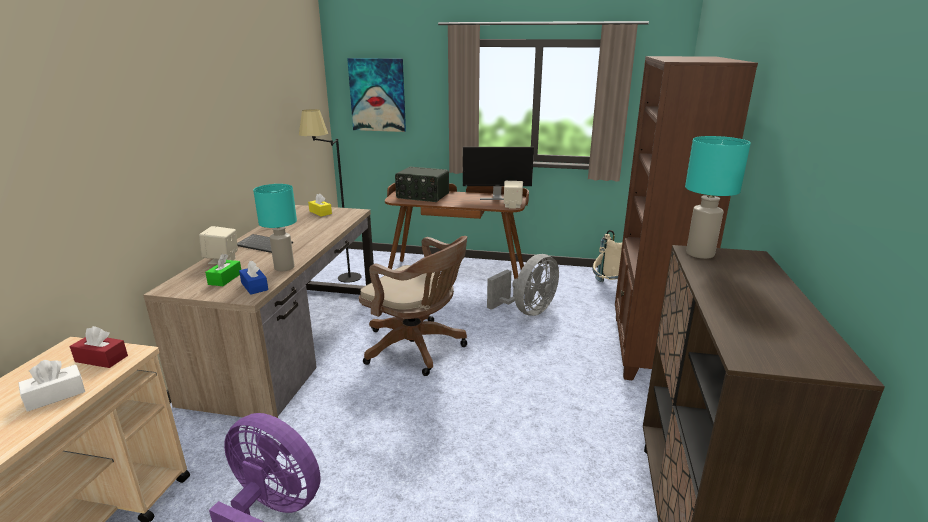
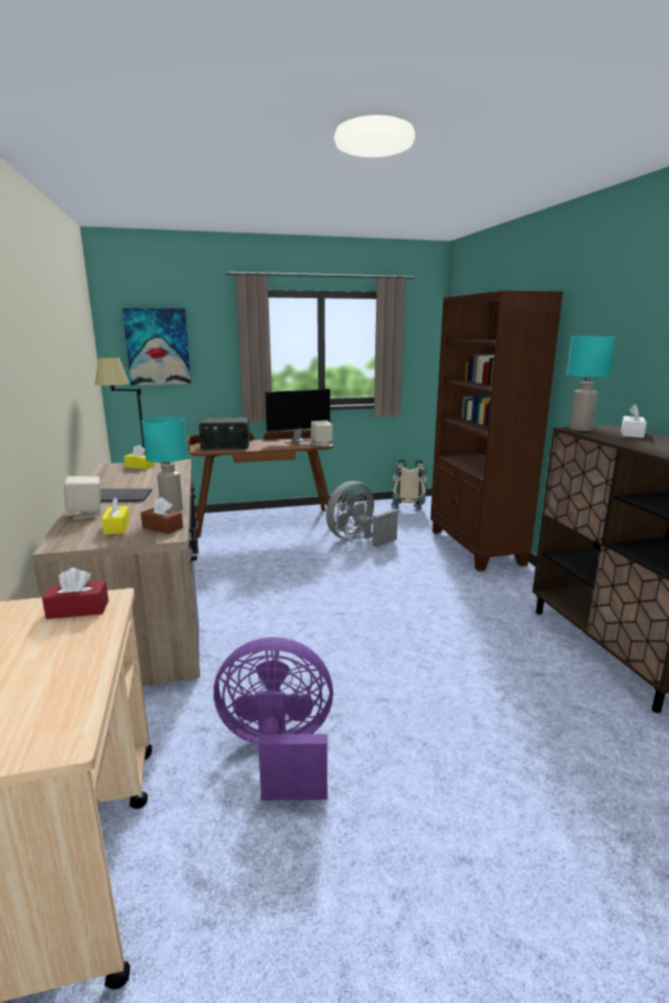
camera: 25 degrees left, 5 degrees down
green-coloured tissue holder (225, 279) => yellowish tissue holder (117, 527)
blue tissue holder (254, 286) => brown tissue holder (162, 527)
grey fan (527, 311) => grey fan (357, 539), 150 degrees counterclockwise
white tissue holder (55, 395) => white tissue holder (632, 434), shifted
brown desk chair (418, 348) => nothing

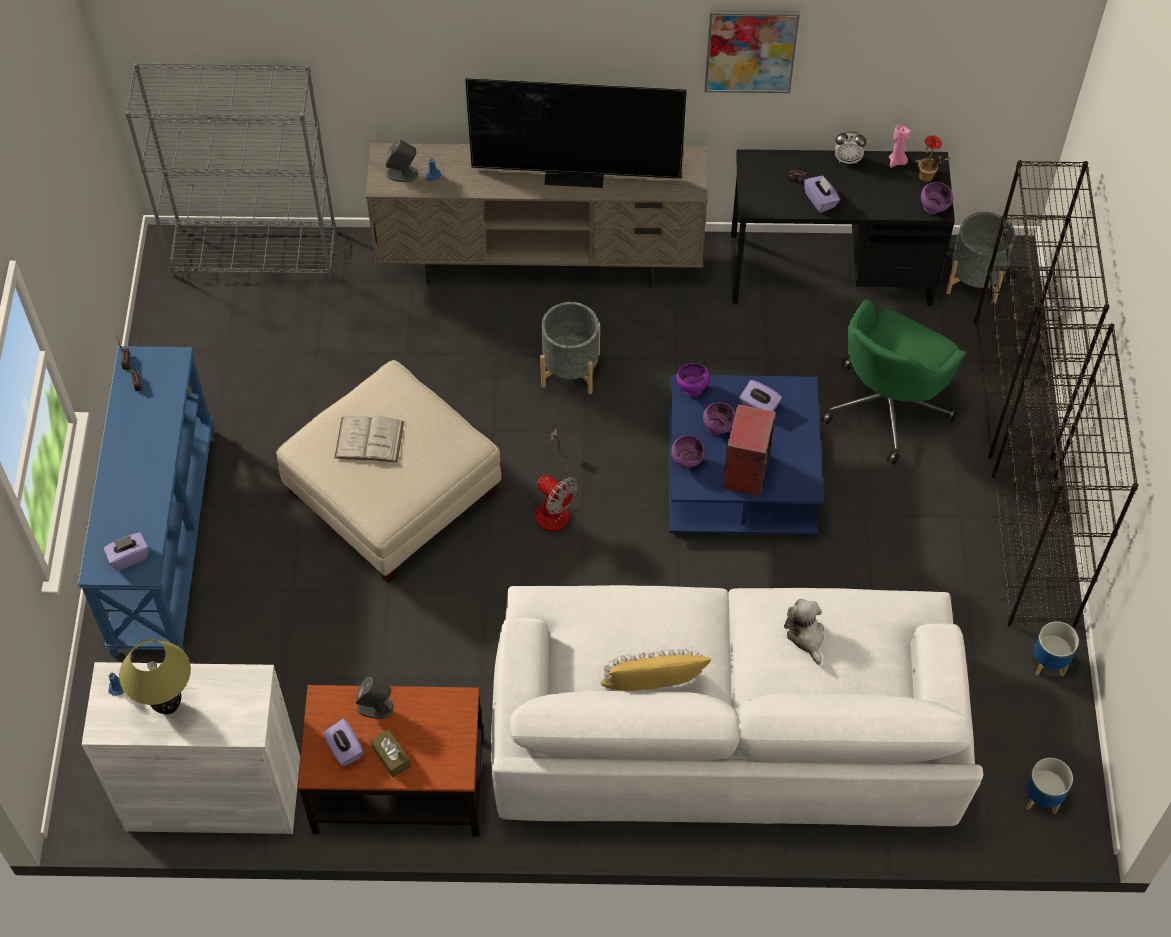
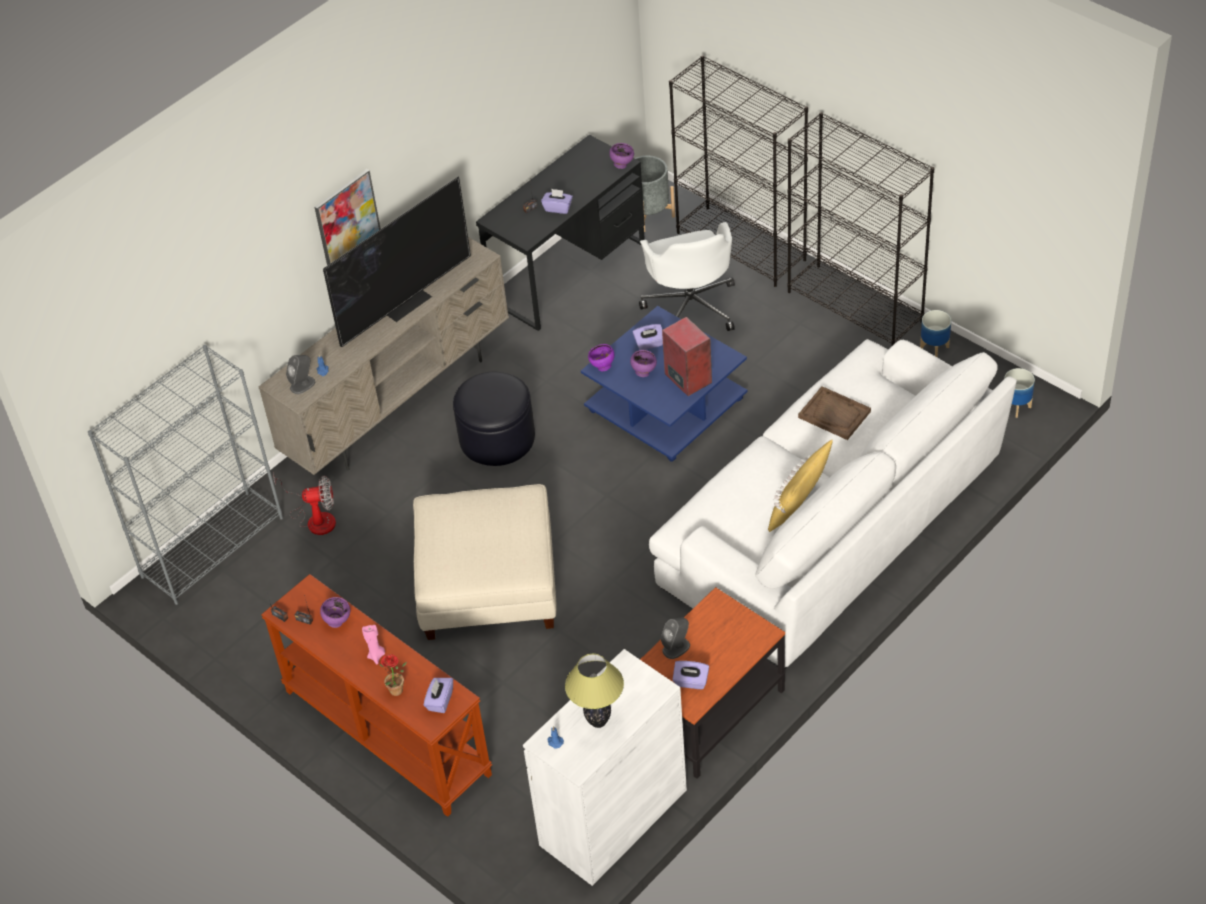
camera: 45 degrees left, 10 degrees down
blue hall table (162, 539) => brown hall table (385, 733)
fan (553, 505) => fan (314, 518), shifted
picture (750, 50) => picture (347, 222), shifted
purple-coloured deep dish (687, 461) => purple-coloured deep dish (337, 621), shifted
pink-coloured wax light (897, 161) => pink-coloured wax light (376, 656), shifted
houseplant (925, 179) => houseplant (398, 692), shifted
grey flower pot (570, 370) => blackish footrest (497, 438)
green-coloured desk chair (888, 406) => white desk chair (691, 307)
plush toy (806, 636) => brown carrying tray (834, 414)
white volume (369, 439) => nothing
brown tissue holder (391, 756) => nothing
alarm clock (847, 159) => nothing

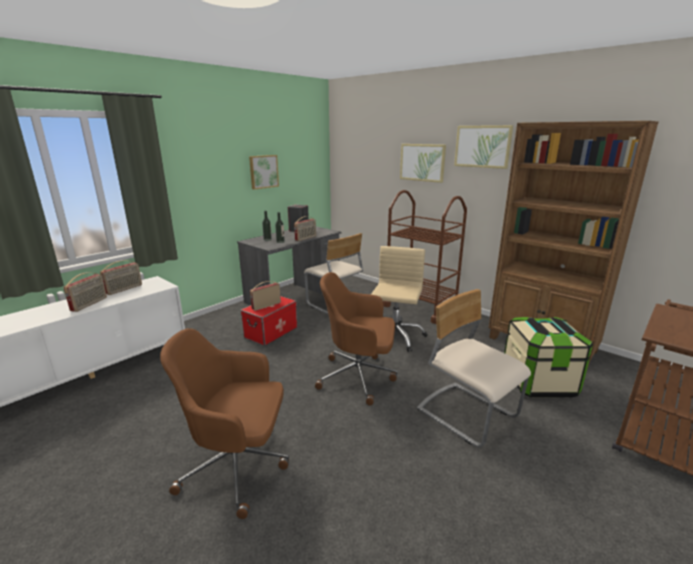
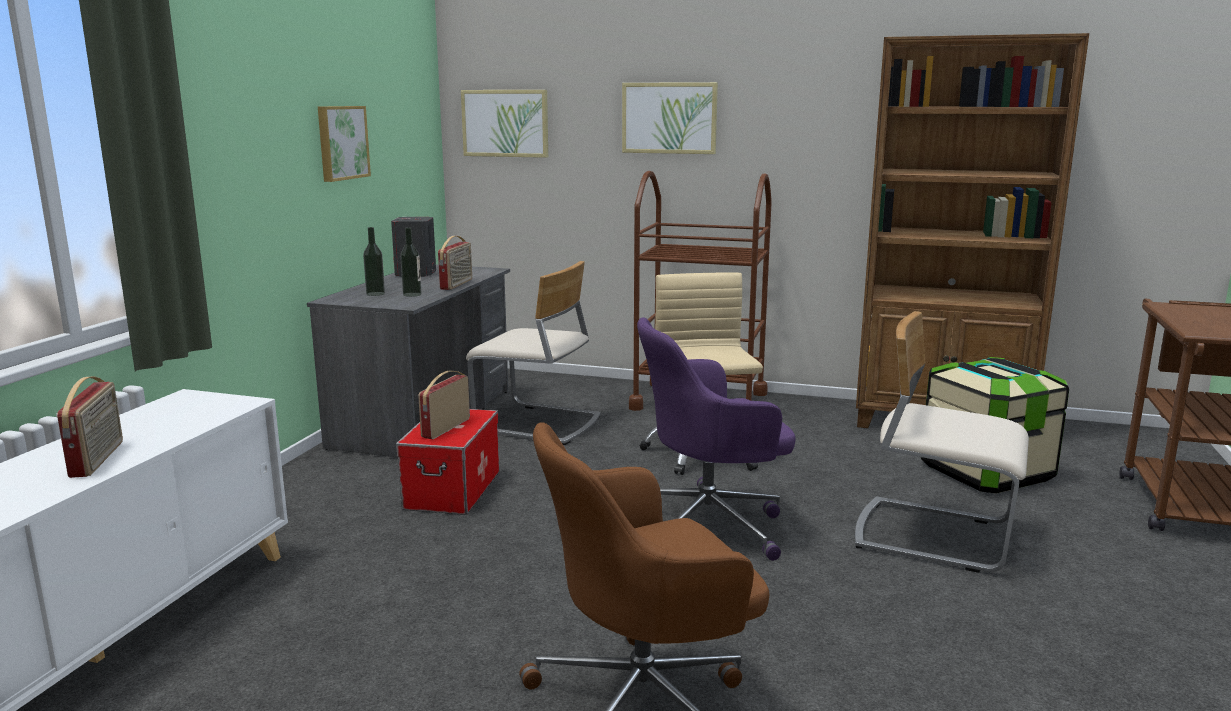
camera: 25 degrees left, 5 degrees down
picture (482, 146) => picture (505, 123), shifted
brown desk chair (359, 377) => purple-coloured desk chair (709, 524)
radio receiver (124, 289) => nothing

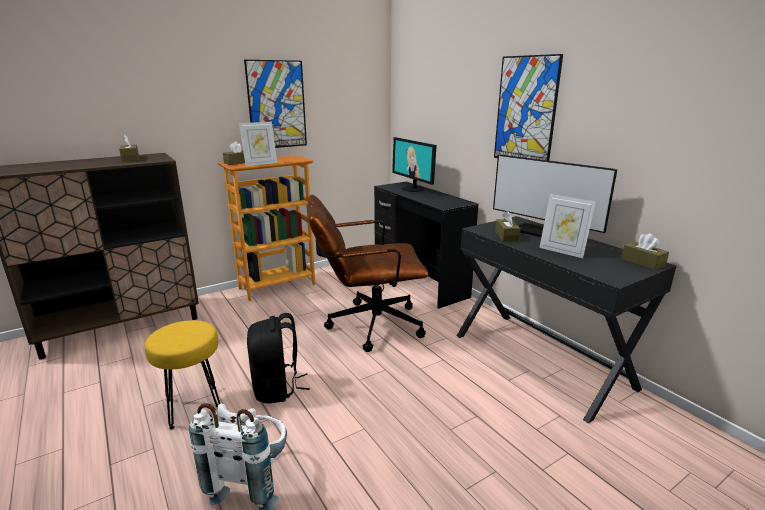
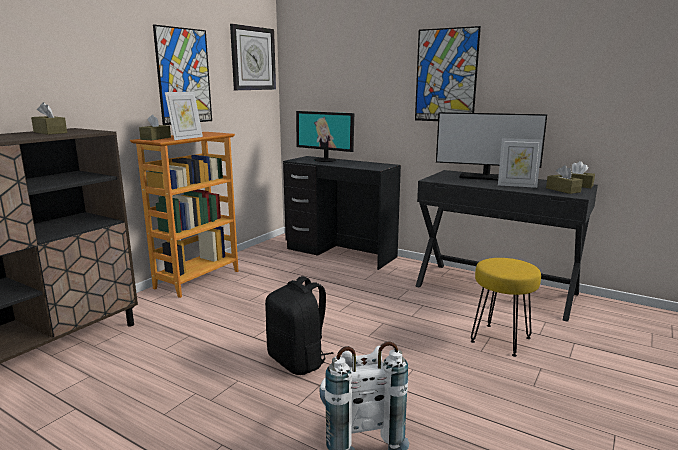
camera: 25 degrees left, 5 degrees down
nothing => clock on the wall (253, 58)
yellowish stool (193, 406) => yellowish stool (500, 340), shifted
brown tissue holder (506, 236) => brown tissue holder (563, 190), shifted
brown desk chair (366, 325) => nothing

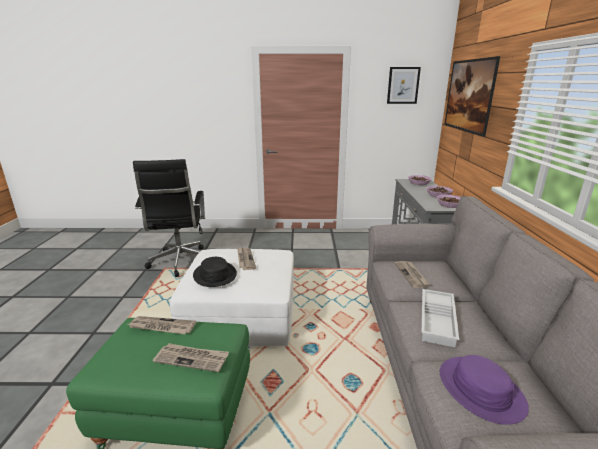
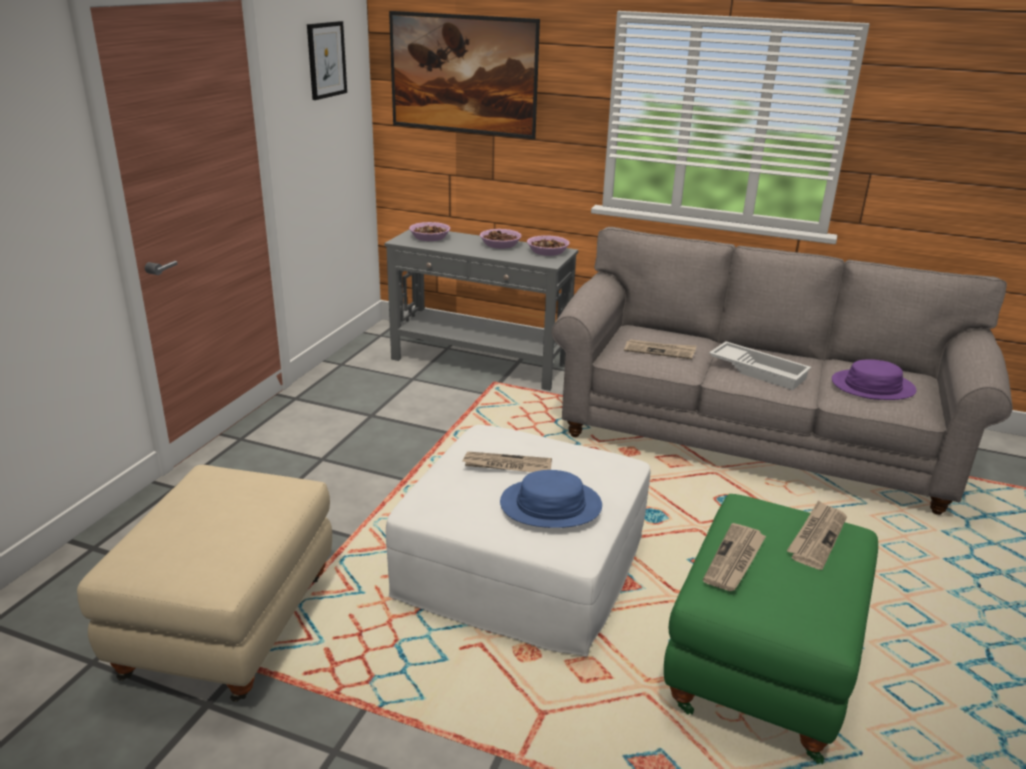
camera: 70 degrees left, 5 degrees up
blackish desk chair (180, 263) => sand-coloured footrest (230, 631)
blackish wearable hat (214, 275) => blue wearable hat (550, 505)

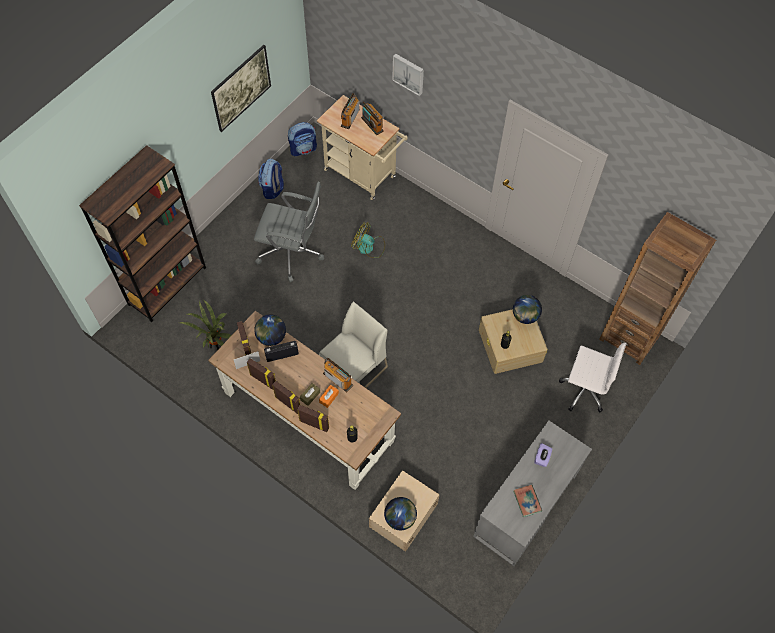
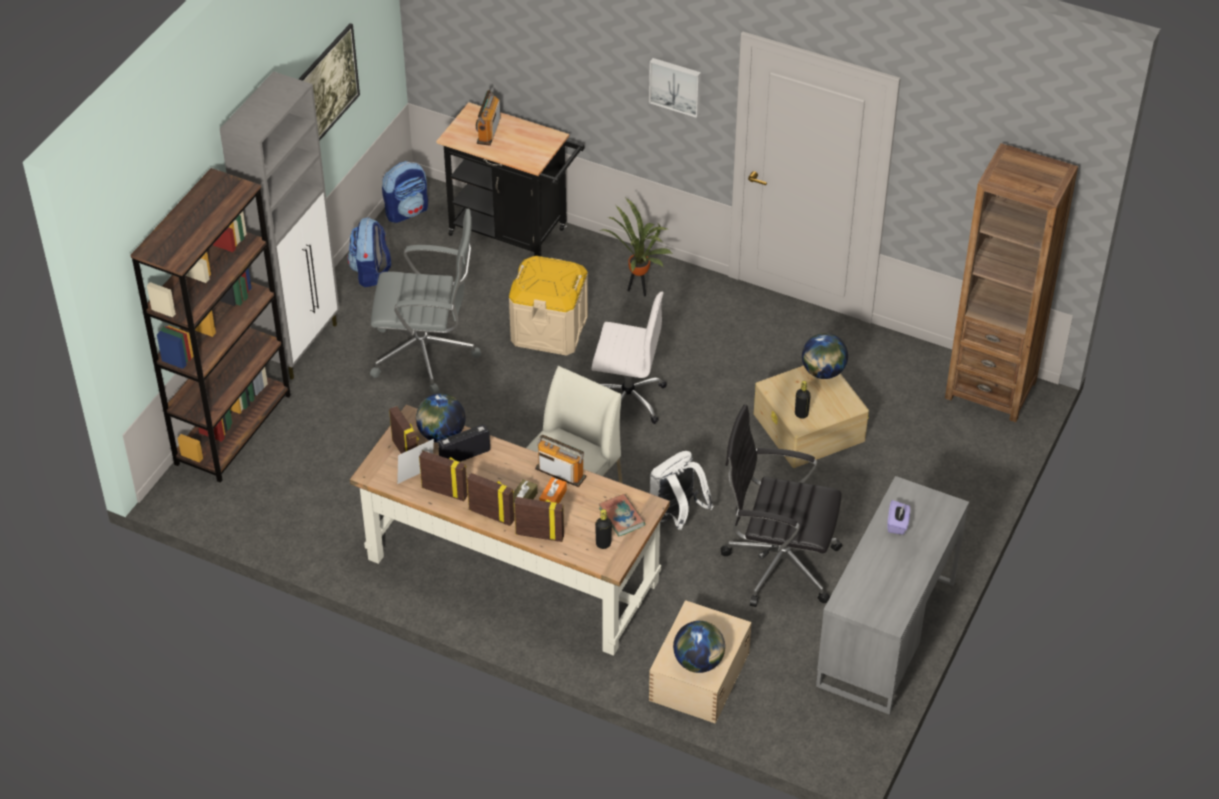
camera: 10 degrees left, 15 degrees down
nothing => grey cupboard (300, 345)
sand-coloured trolley (363, 175) => blackish trolley (514, 233)
fan (369, 247) => sand-coloured storage bin (549, 329)
white desk chair (583, 389) => white desk chair (626, 399), shifted
volume (527, 501) => volume (621, 517), shifted
houseplant (217, 349) => houseplant (639, 291), shifted
picture (409, 73) => picture (676, 86), shifted
nothing => white knapsack (676, 516)
nothing => blackish desk chair (778, 563)
radio receiver (372, 124) => nothing

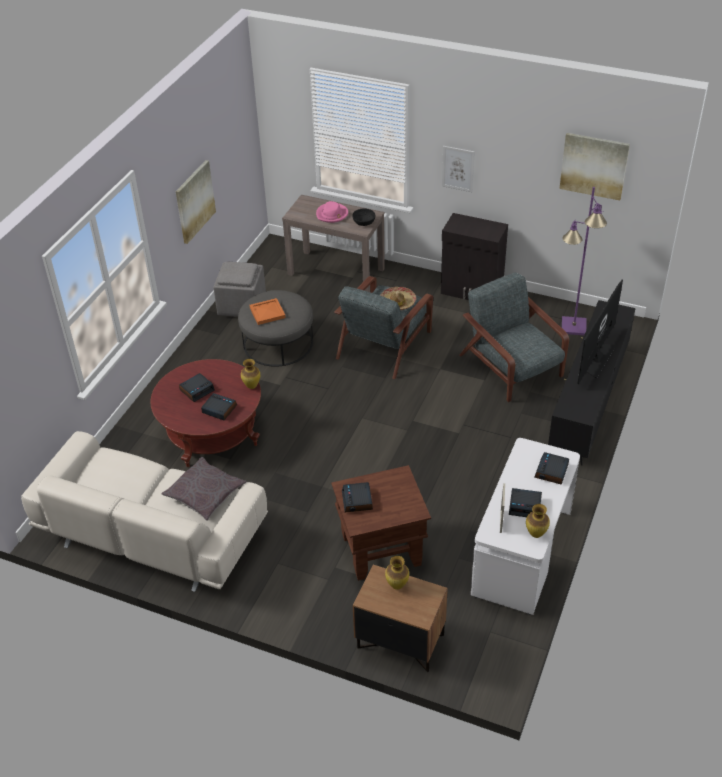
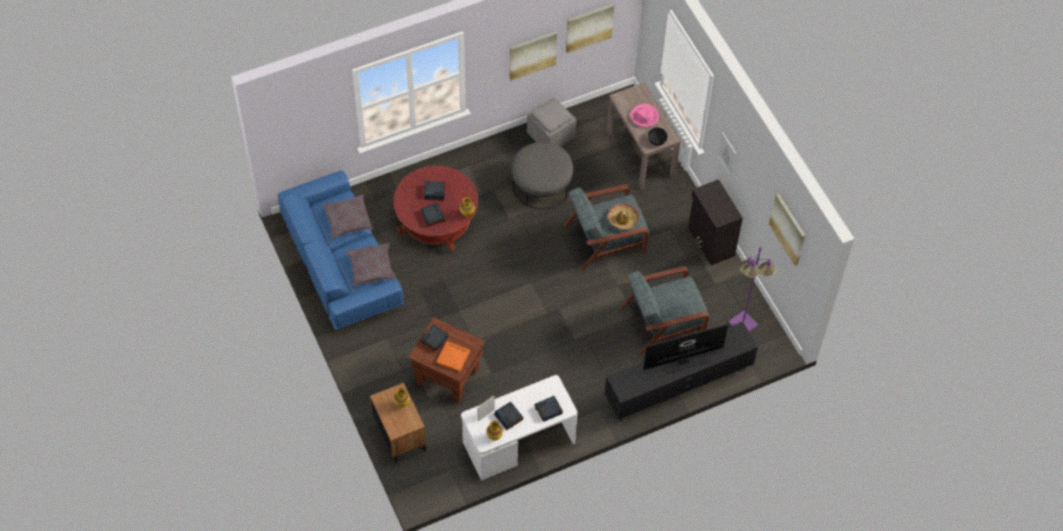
camera: 40 degrees right, 15 degrees up
sand-coloured sofa (151, 533) => blue sofa (341, 264)
nothing => grey throw pillow (347, 220)
orangey carrying tray (267, 313) => orangey carrying tray (452, 357), shifted
nothing => picture (589, 27)
grey easy chair (512, 367) => grey easy chair (664, 321), 120 degrees counterclockwise

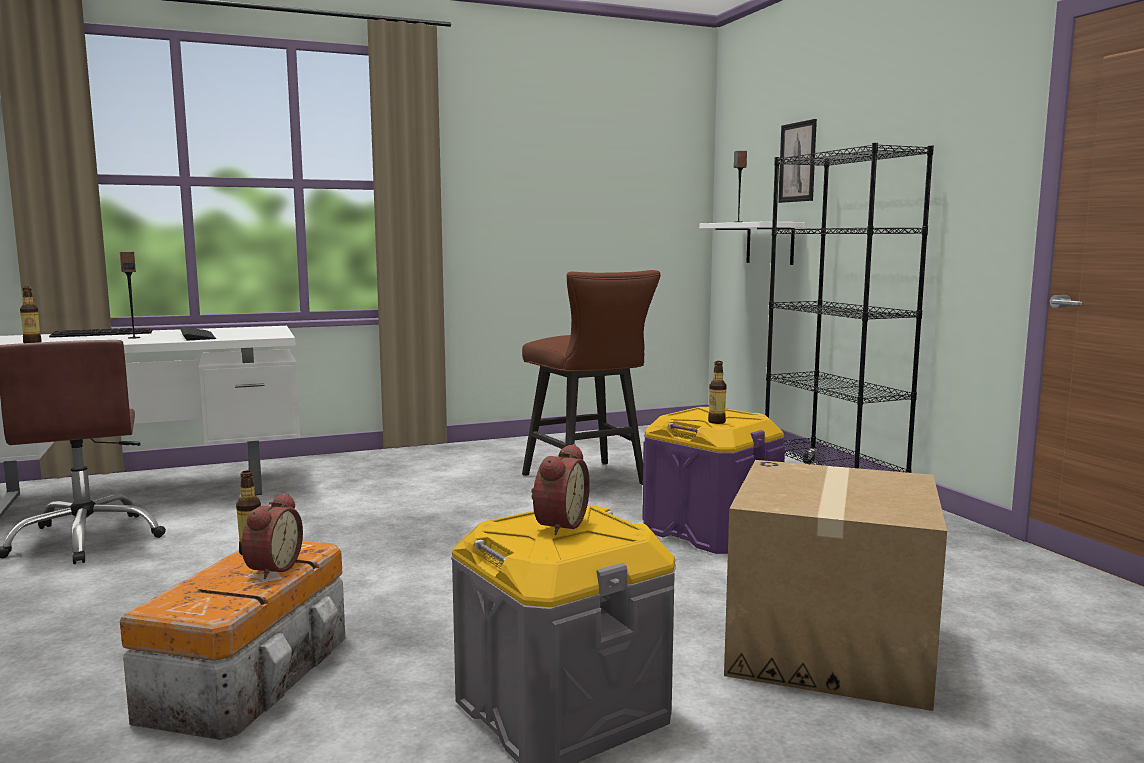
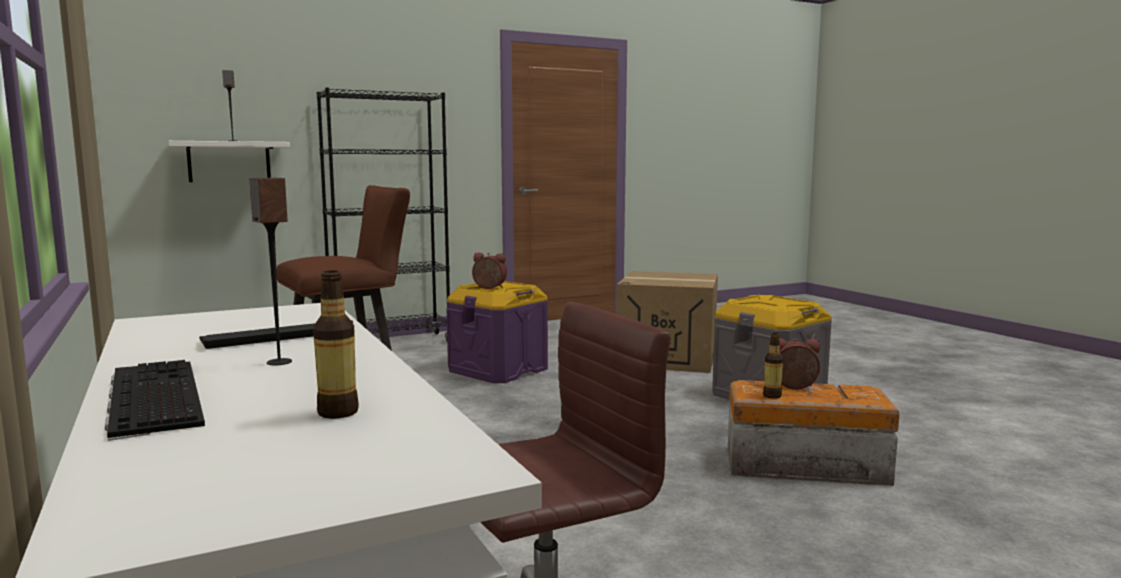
camera: 95 degrees left, 0 degrees up
alarm clock (557, 525) => alarm clock (489, 288), shifted
drink bottle (716, 422) => nothing
picture (797, 162) => nothing

